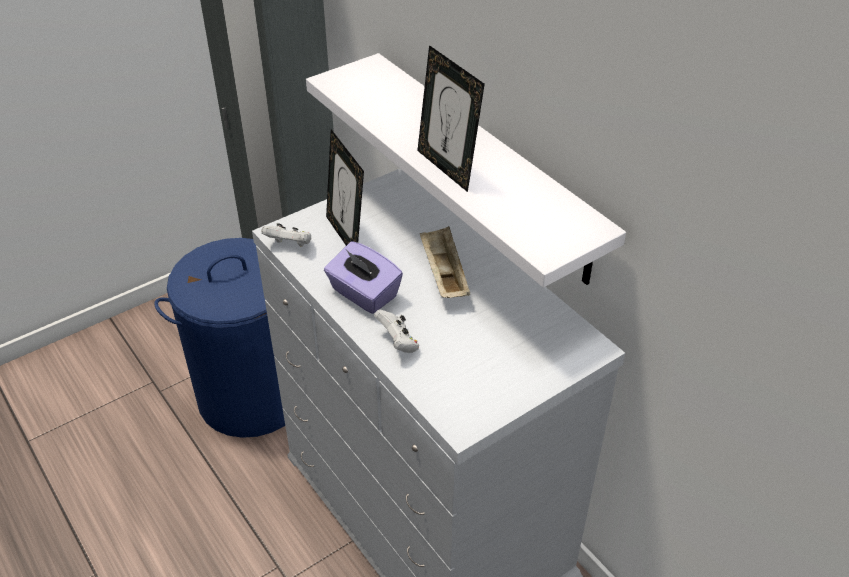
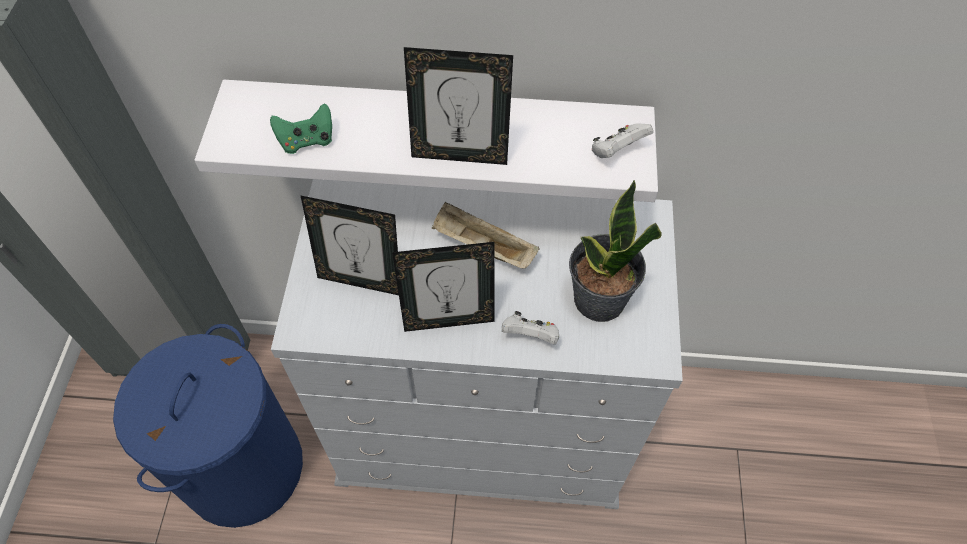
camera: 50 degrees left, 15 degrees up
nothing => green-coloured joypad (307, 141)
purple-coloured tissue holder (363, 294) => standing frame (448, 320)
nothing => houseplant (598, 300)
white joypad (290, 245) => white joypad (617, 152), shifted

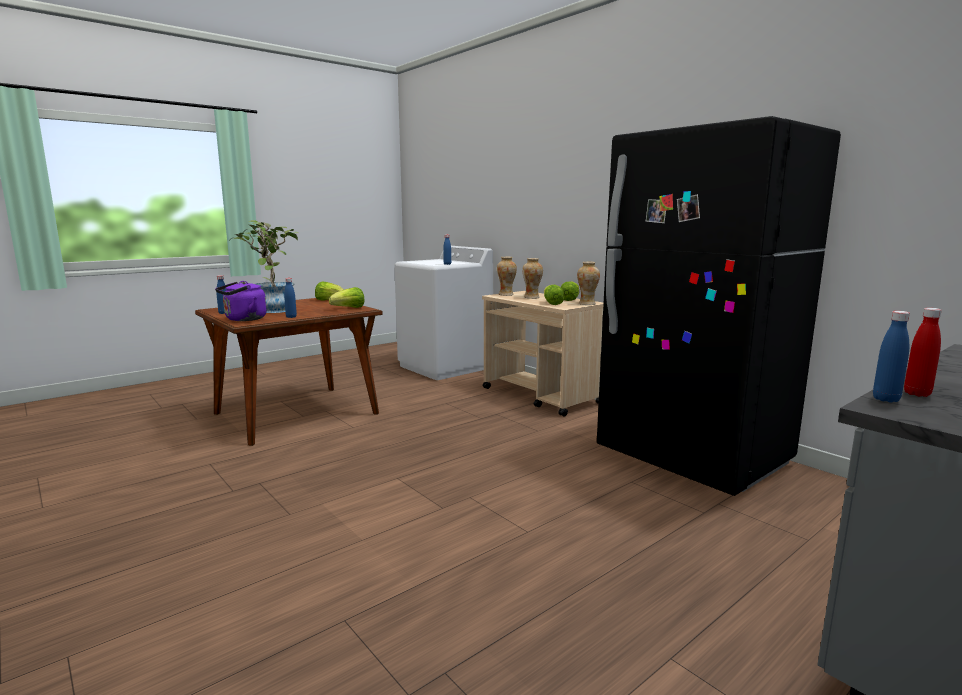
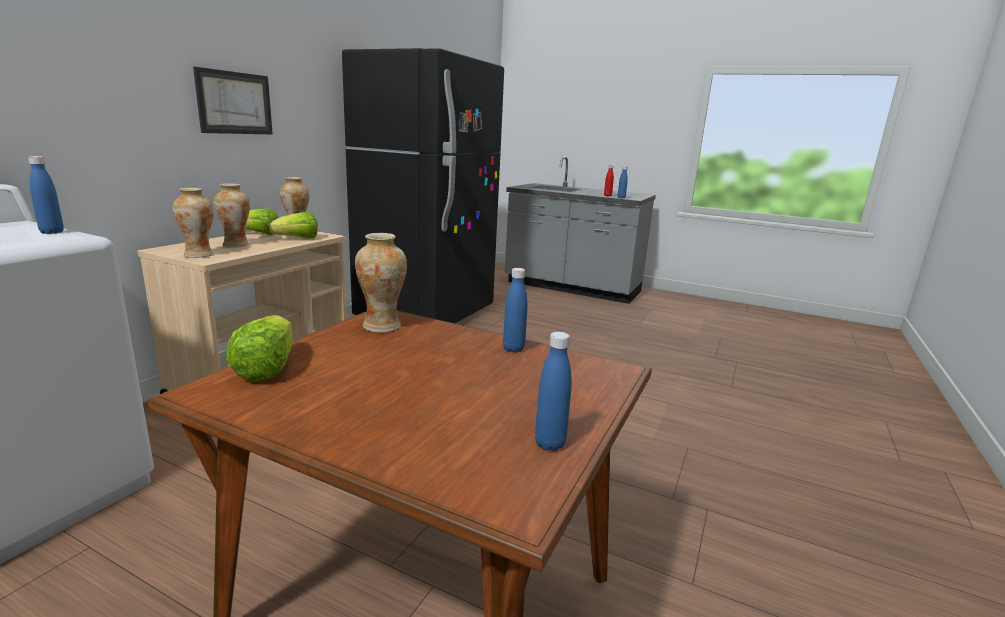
camera: 115 degrees left, 5 degrees up
nothing => picture (235, 103)
lettuce head (349, 308) => decorative vase (382, 326)
purple-coloured water kettle (243, 319) => nothing
houseplant (272, 309) => nothing

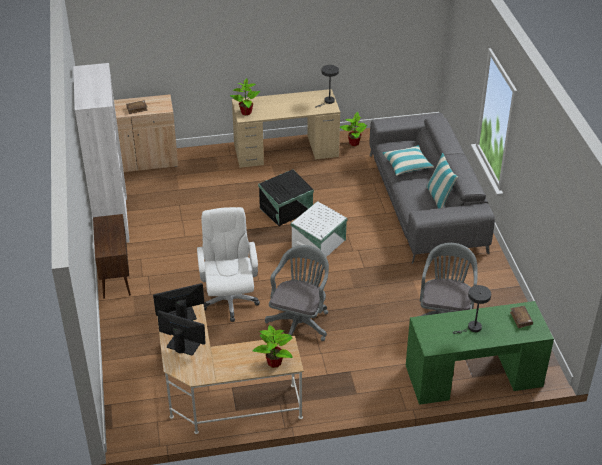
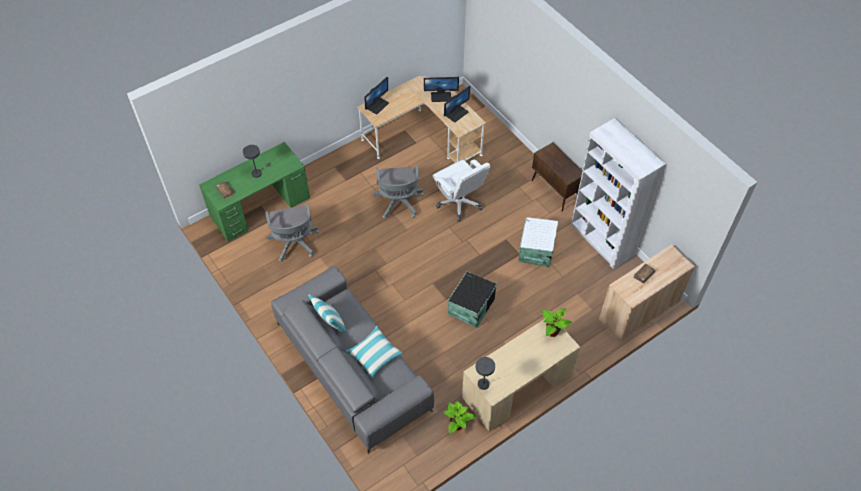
camera: 155 degrees right, 15 degrees up
houseplant (275, 362) => computer screen (377, 105)
white storage bin (319, 244) => white storage bin (535, 249), shifted

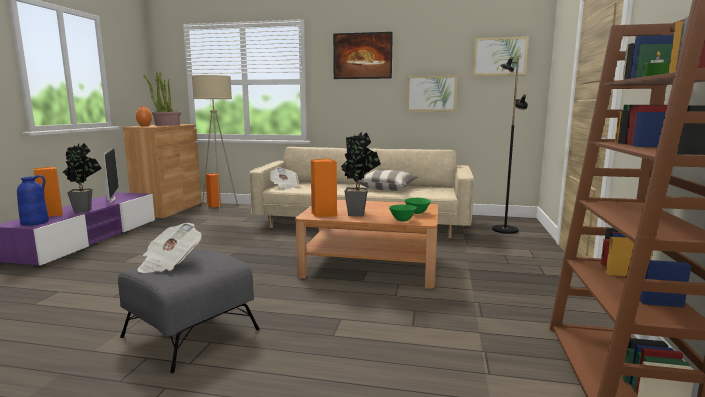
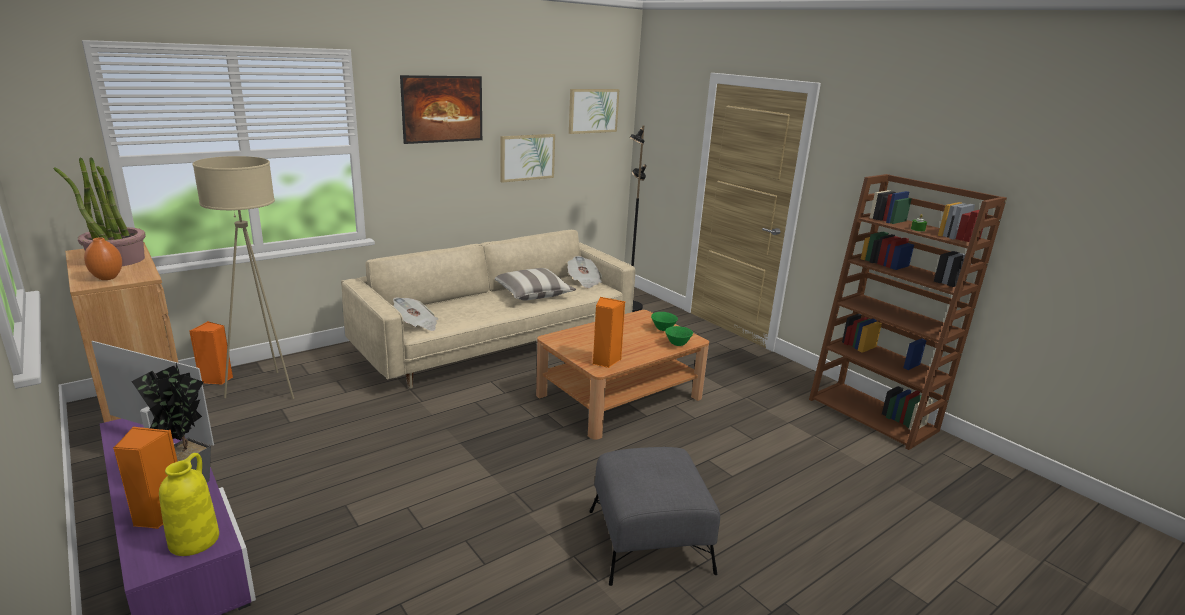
camera: 50 degrees left, 10 degrees up
blue decorative vase (35, 222) => yellowish decorative vase (194, 540)
printed paper (170, 263) => printed paper (584, 281), shifted
houseplant (358, 213) => nothing

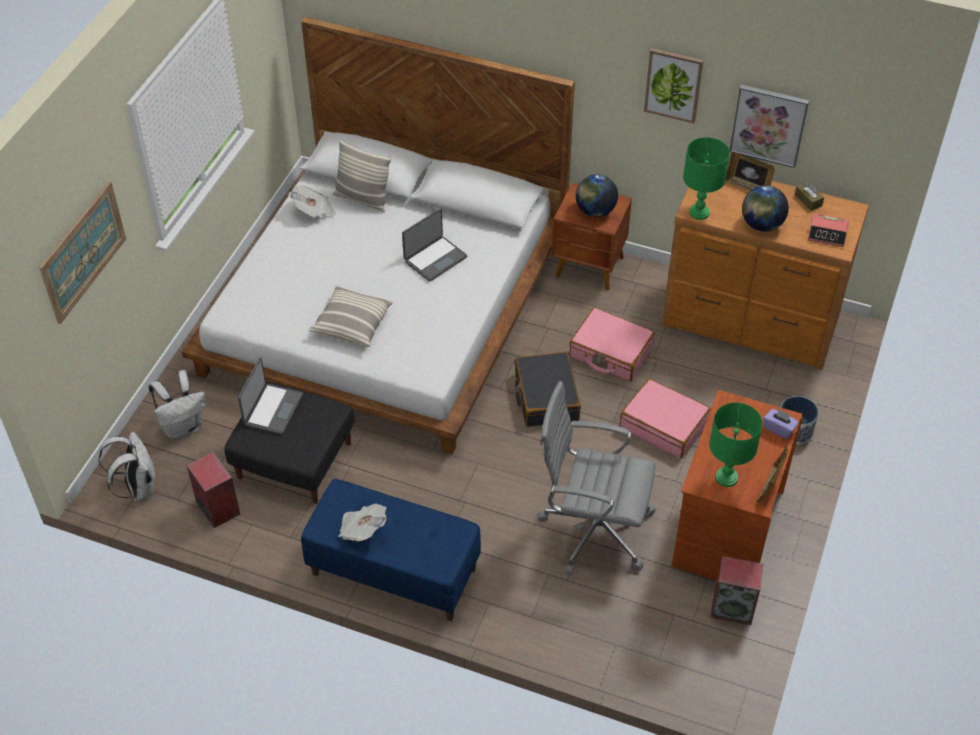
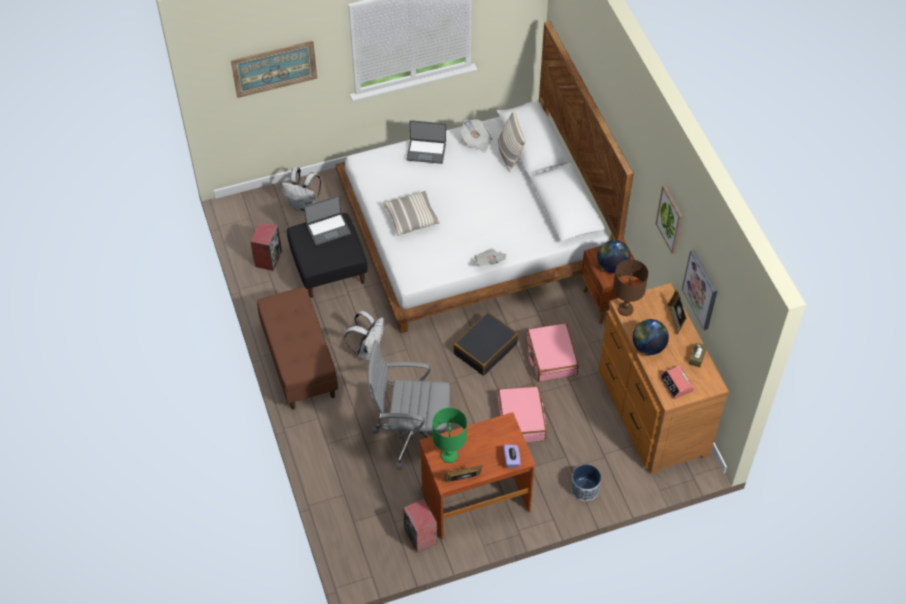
camera: 50 degrees right, 5 degrees up
blue indoor bench (393, 571) => brown indoor bench (299, 362)
white knapsack (137, 487) => white knapsack (368, 350), shifted
grey desk chair (593, 529) => grey desk chair (412, 433), 60 degrees counterclockwise
portable computer (435, 258) => portable computer (426, 151), shifted
printed paper (362, 529) => printed paper (489, 262), shifted
green-coloured tabletop lamp (699, 212) => brown tabletop lamp (625, 309)

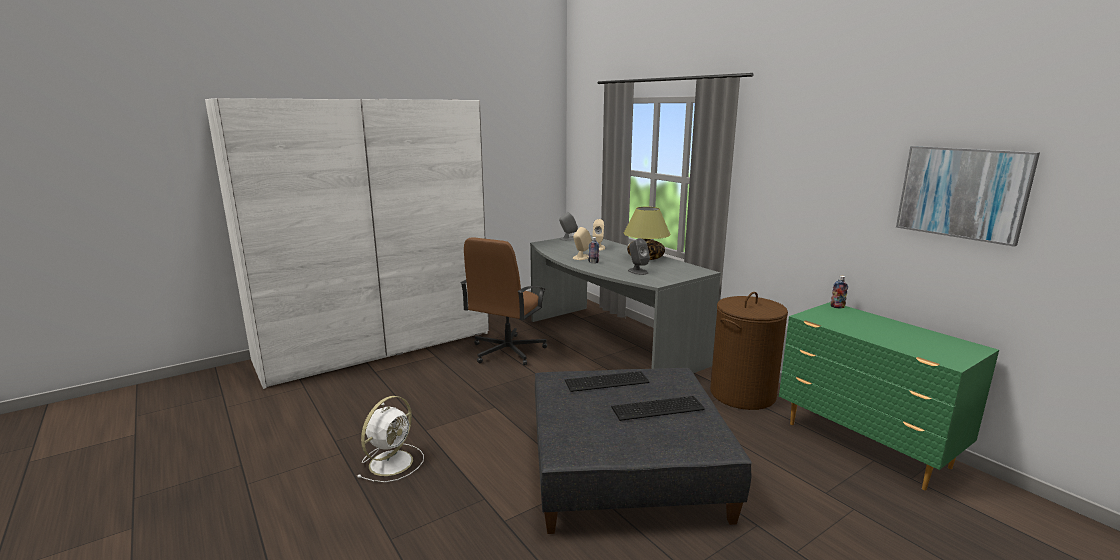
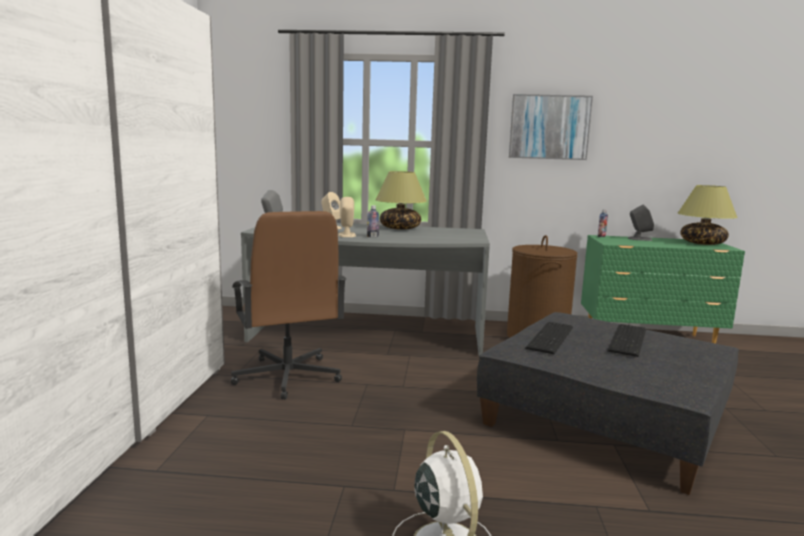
camera: 50 degrees left, 5 degrees down
picture (962, 193) => picture (549, 127), shifted
grey loudspeaker (637, 271) => grey loudspeaker (639, 239), shifted
nothing => tabletop lamp (703, 243)

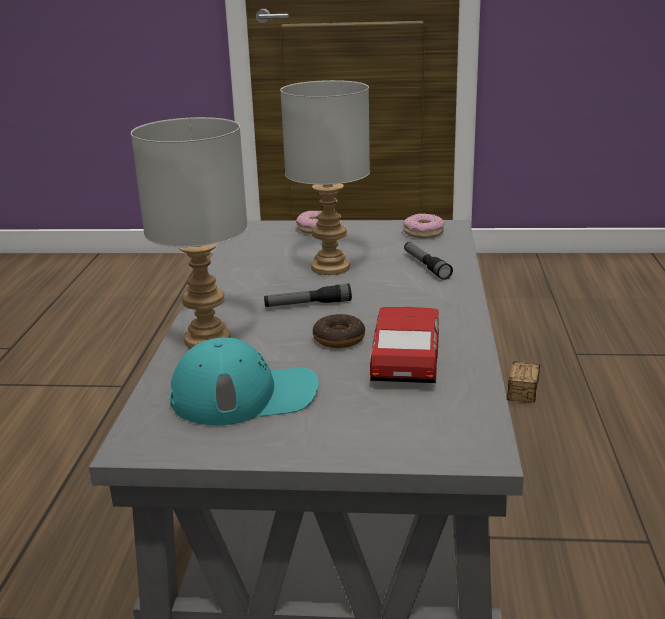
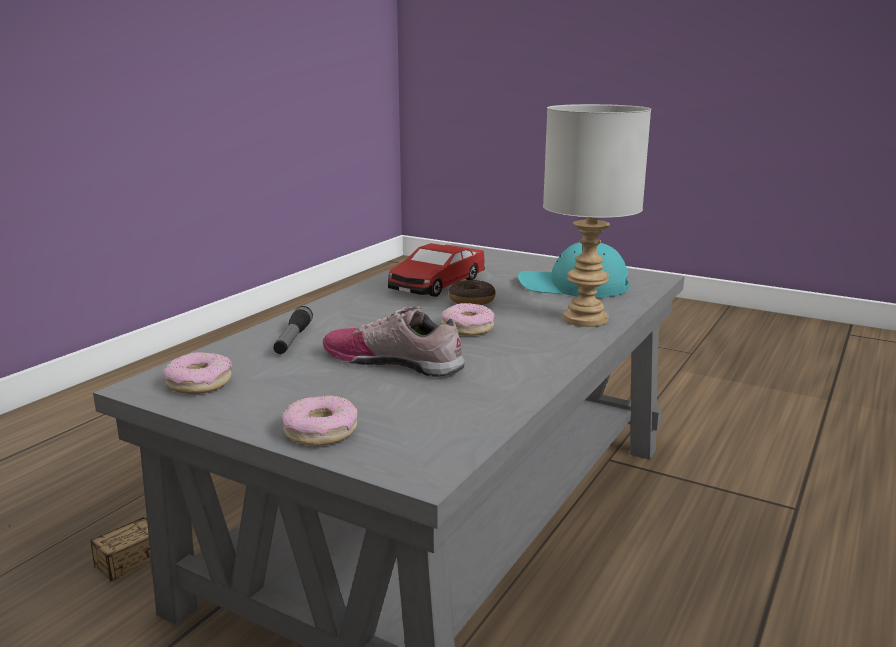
camera: 155 degrees left, 5 degrees down
grey tabletop lamp (329, 267) => item of footwear (394, 361)
flashlight (308, 304) => donut (467, 328)

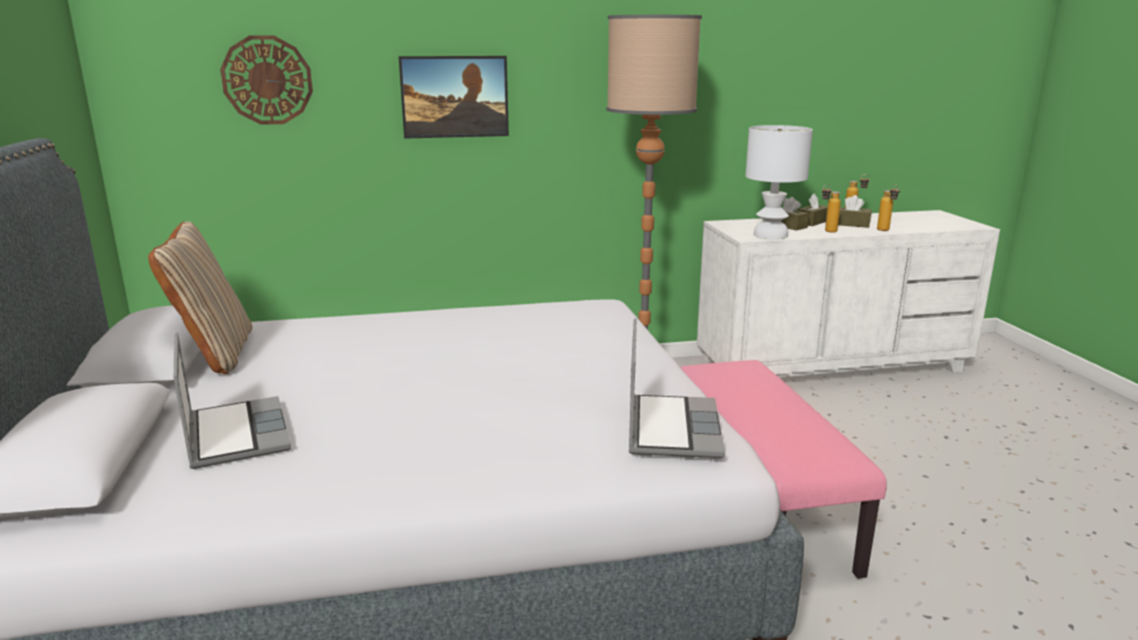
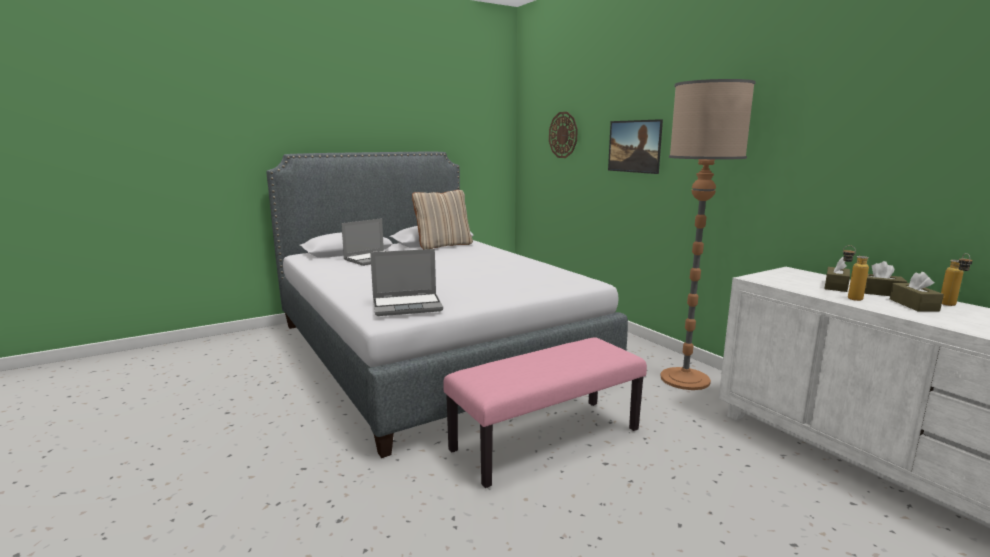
camera: 70 degrees right, 5 degrees down
white tabletop lamp (771, 235) => nothing
drink bottle (885, 231) => nothing

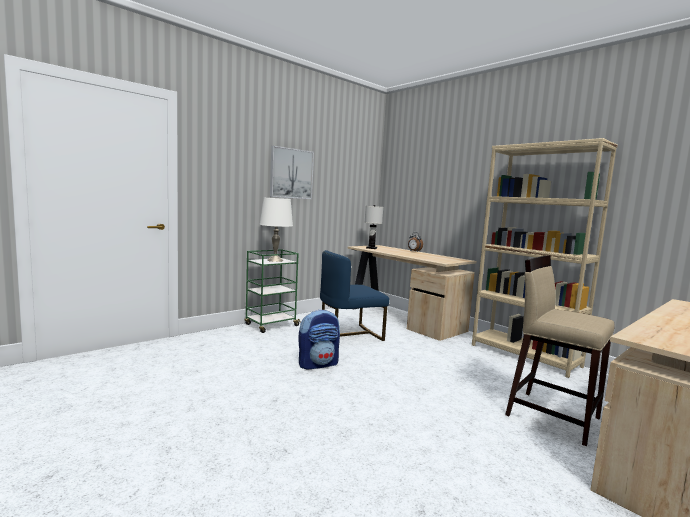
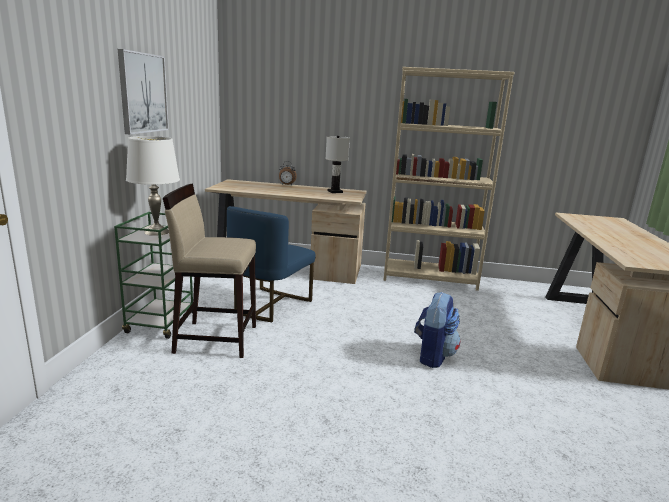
camera: 40 degrees left, 10 degrees up
sand-coloured stool (552, 416) => sand-coloured stool (215, 338), shifted
white tabletop lamp (371, 248) => white tabletop lamp (335, 191), shifted
knapsack (318, 364) => knapsack (433, 356), shifted

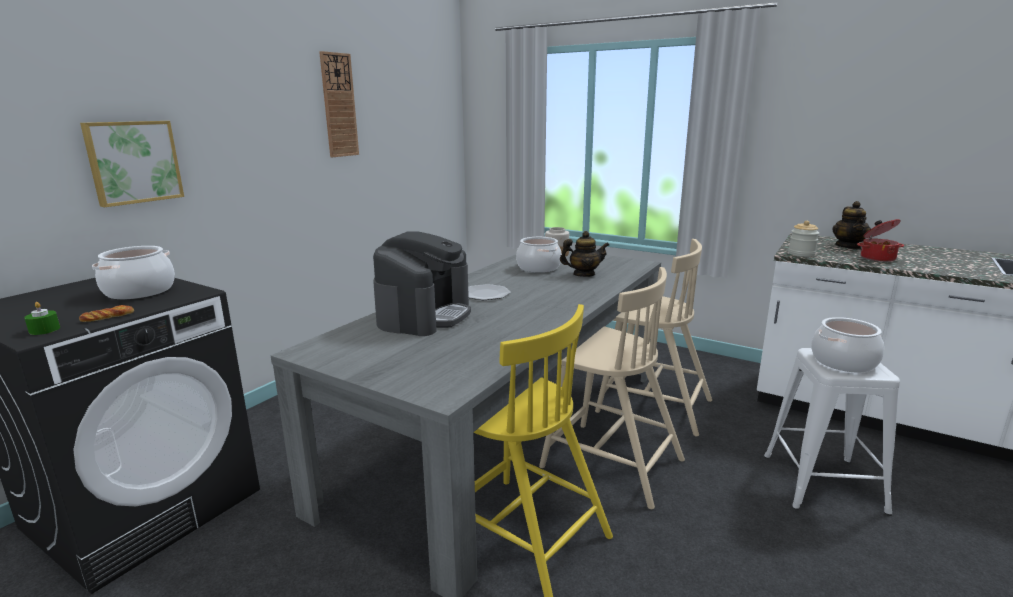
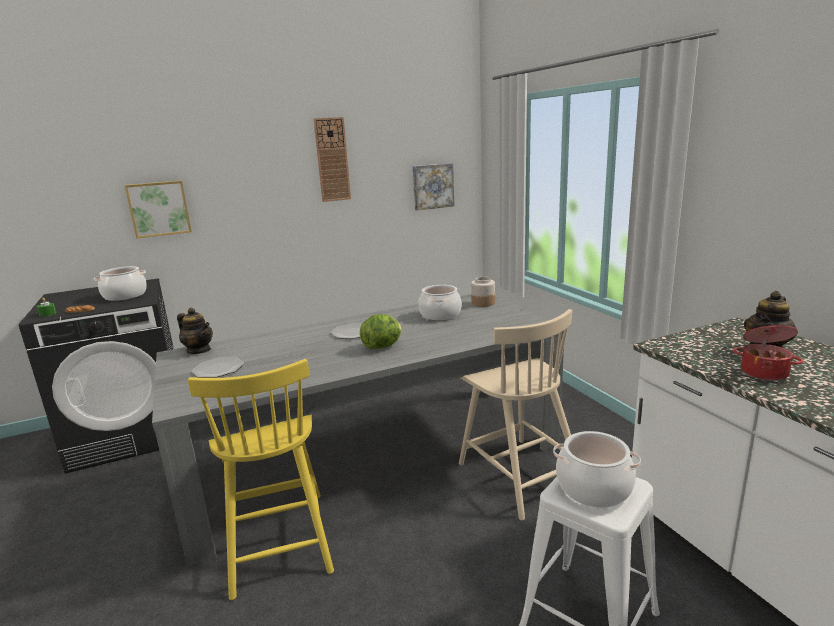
camera: 35 degrees right, 0 degrees up
pot for tea (583, 274) => pot for tea (199, 350), shifted
nothing => dinner plate (218, 369)
nothing => lettuce head (383, 346)
nothing => picture (432, 186)
coffee brewer (425, 315) => nothing
sand-coloured chair (609, 462) => nothing
storage jar (801, 254) => nothing

